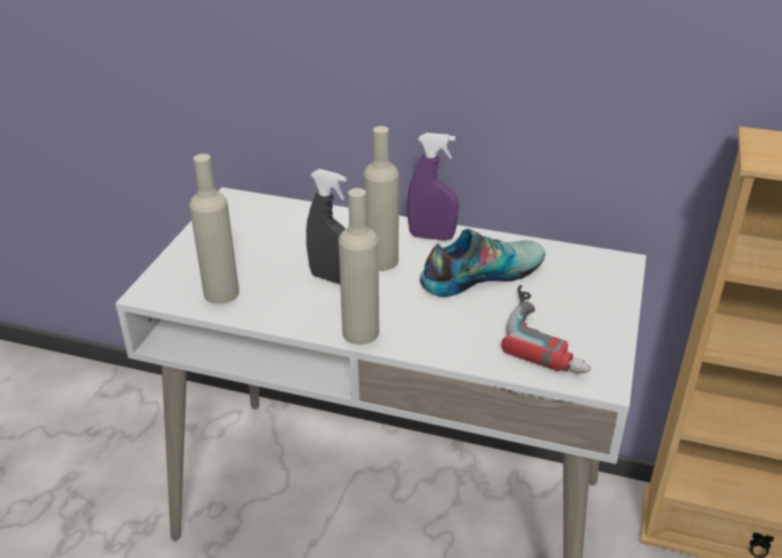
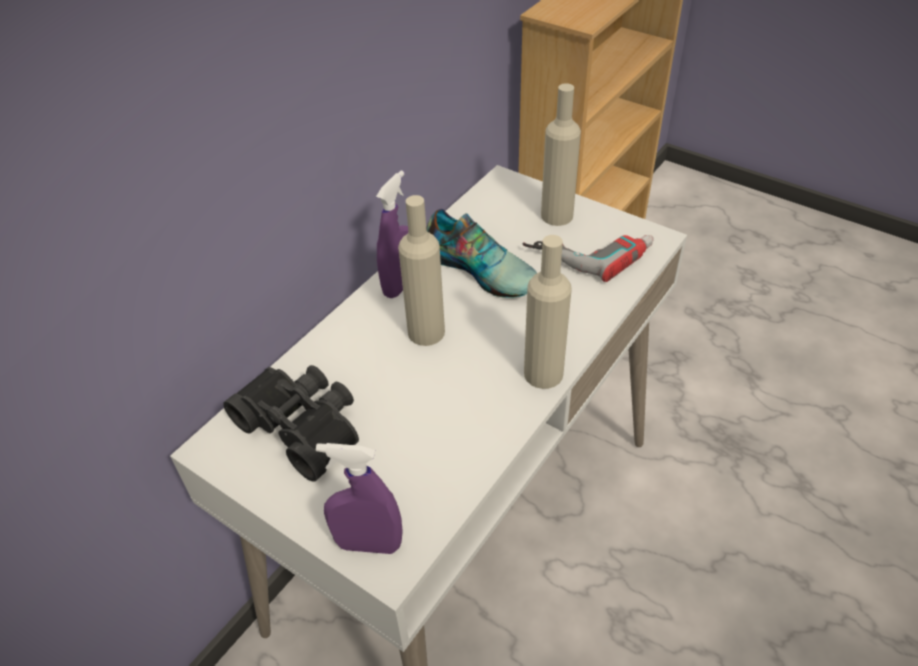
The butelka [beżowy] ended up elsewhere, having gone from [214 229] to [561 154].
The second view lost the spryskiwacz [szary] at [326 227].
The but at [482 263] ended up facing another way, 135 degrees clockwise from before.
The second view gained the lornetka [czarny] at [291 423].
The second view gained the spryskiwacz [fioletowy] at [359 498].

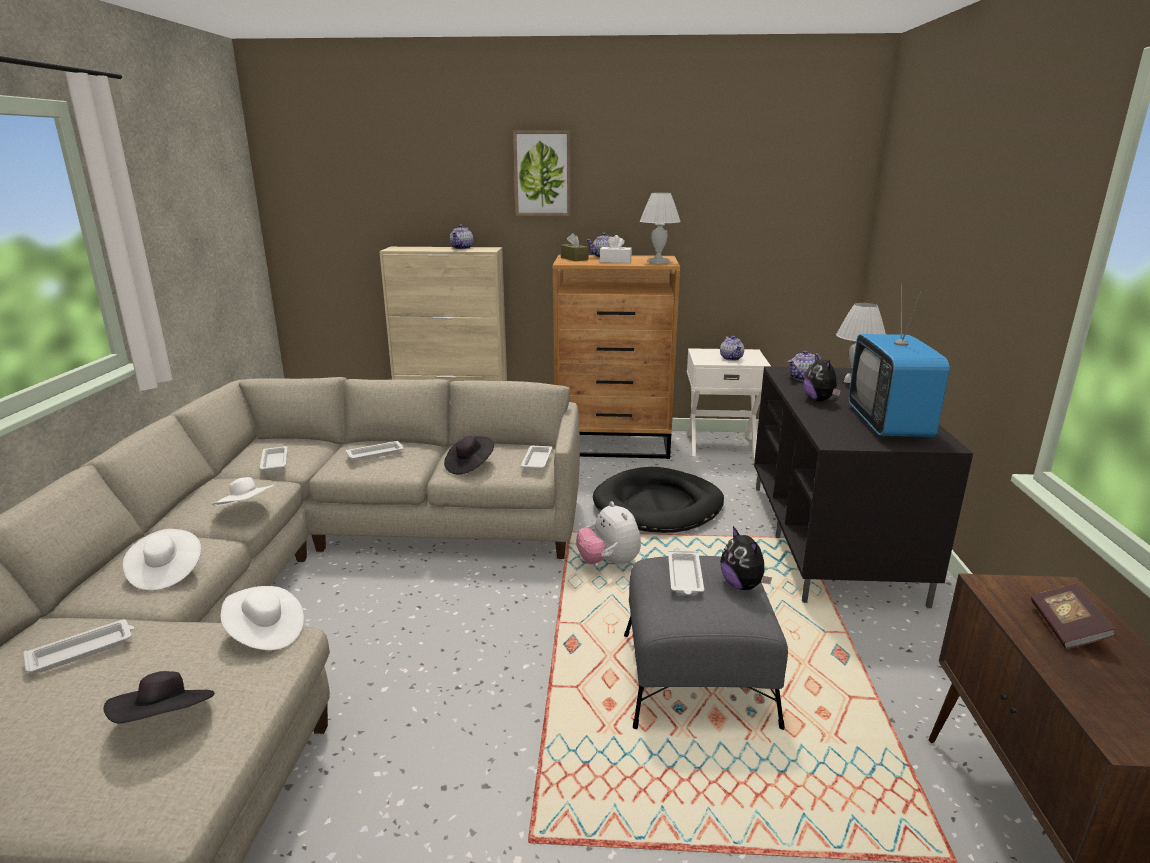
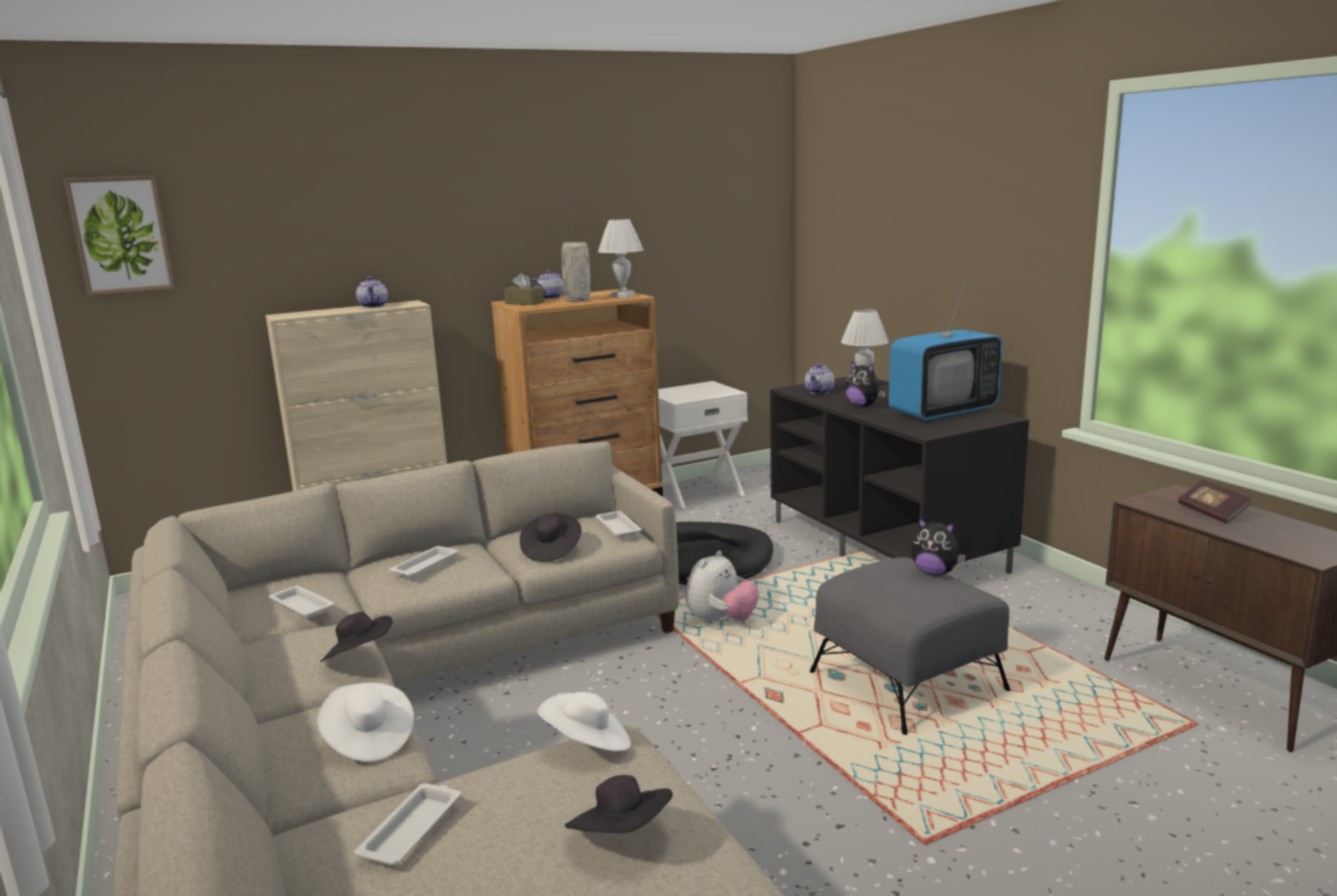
The obraz ended up elsewhere, having gone from [542 173] to [119 235].
Where the pudełko chusteczek [biały] stood at [616 249], the wazon [szary] came to stand at [576 272].
The telewizor at [899 360] ended up facing another way, 90 degrees counterclockwise from before.
The second view lost the imbryk at [732 348].
What was the kapelusz [biały] at [243 491] turned into the kapelusz [czarny] at [356 637].
The pluszak at [608 533] ended up facing another way, 90 degrees counterclockwise from before.
The second view lost the taca [biały] at [686 572].

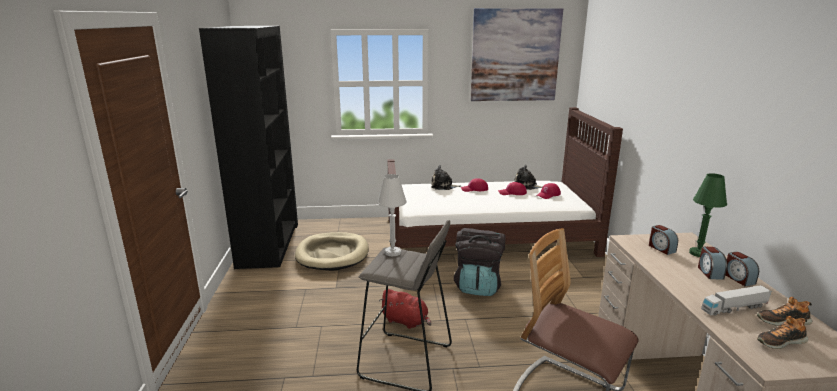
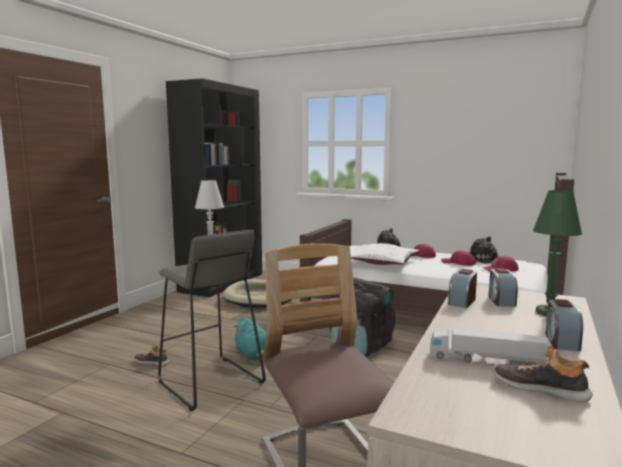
The second view lost the obraz at [516 54].
The budzik ended up elsewhere, having gone from [712 263] to [462 288].
What was the pluszak [czerwony] at [405 309] turned into the pluszak [turkusowy] at [250 339].
The but ended up elsewhere, having gone from [782 332] to [152 355].
The second view gained the poduszka [biały] at [385 254].

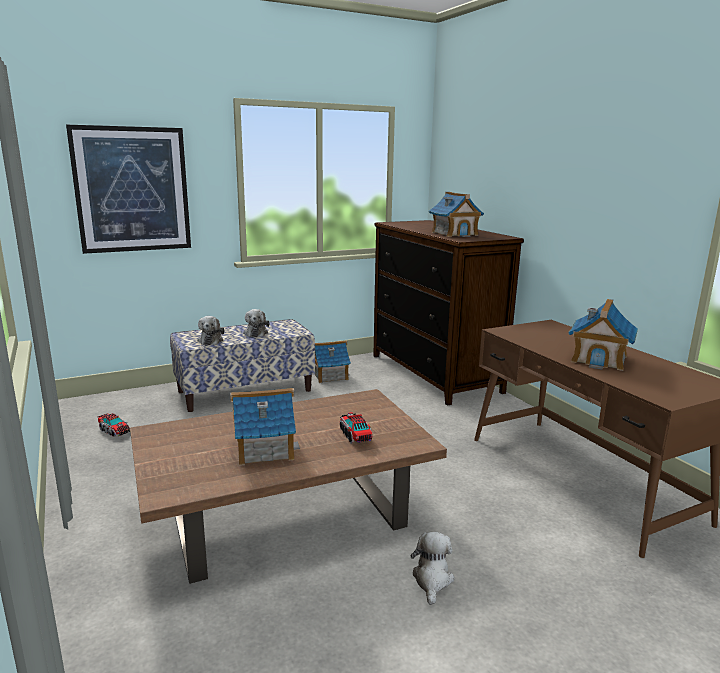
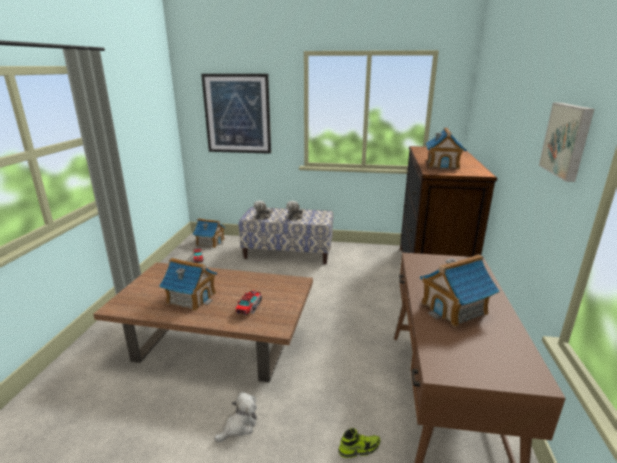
The domek ended up elsewhere, having gone from [333 361] to [209 233].
The second view gained the obraz at [566 142].
The second view gained the but at [359 443].

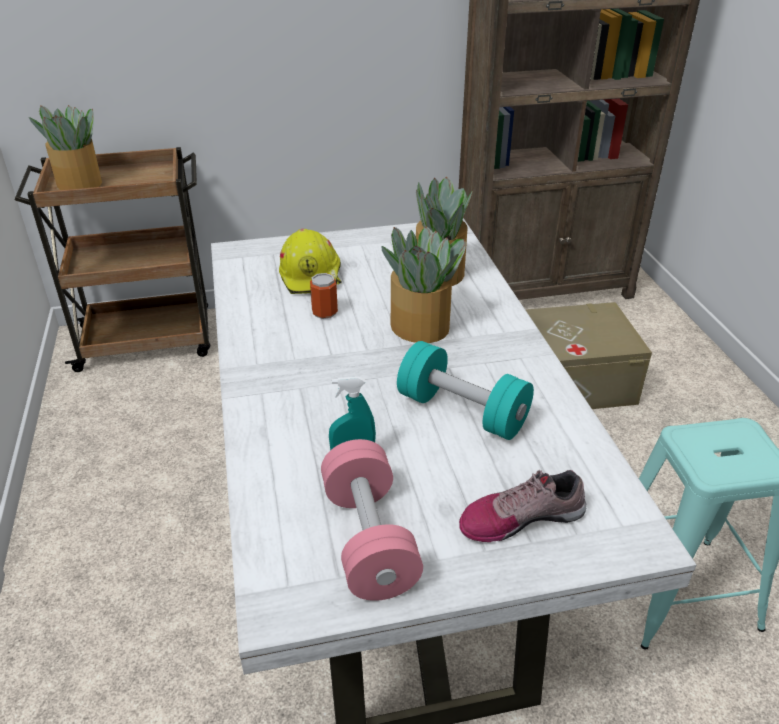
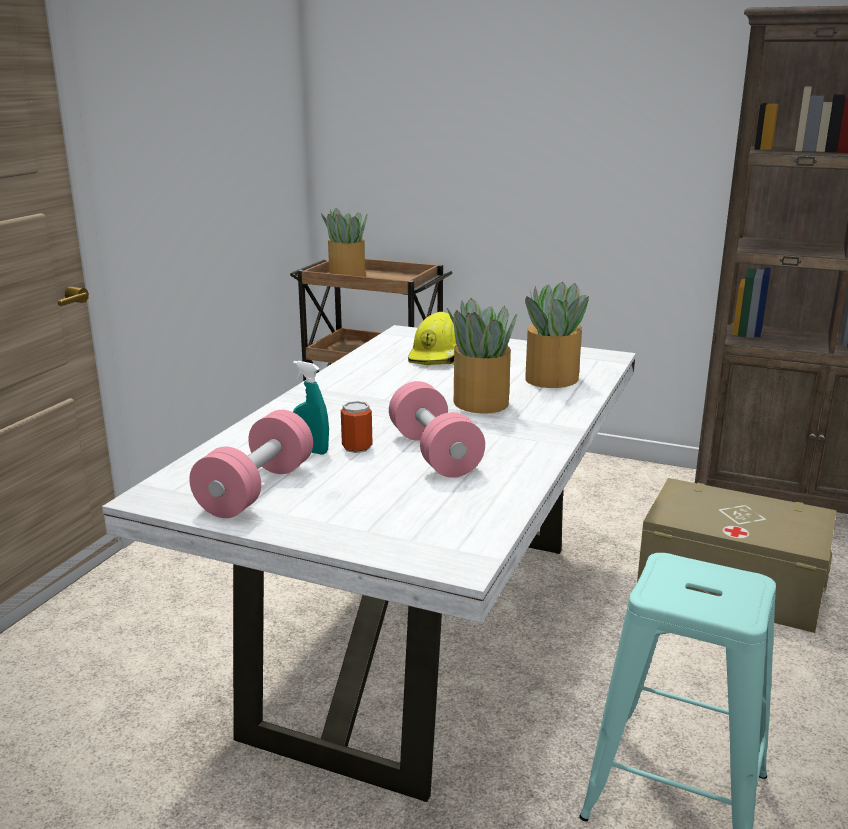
The puszka ended up elsewhere, having gone from [324 296] to [357 427].
What was the hantel [turkusowy] at [465 390] turned into the hantel [różowy] at [437 429].
The second view lost the but at [523 506].

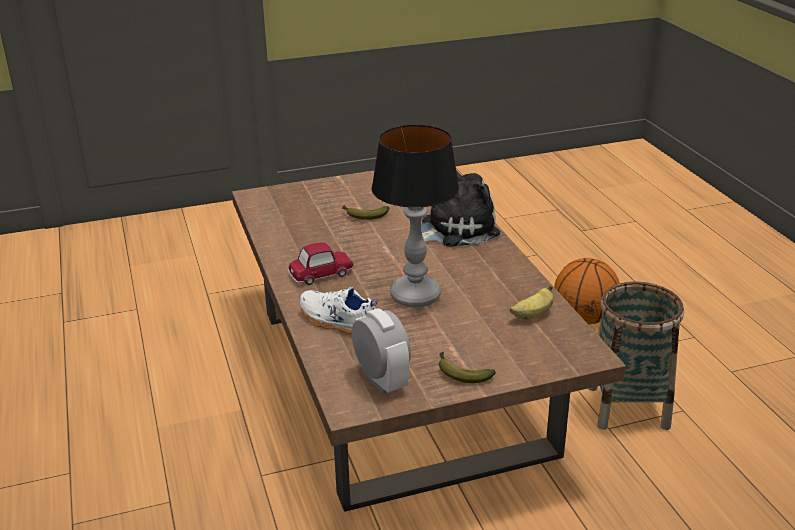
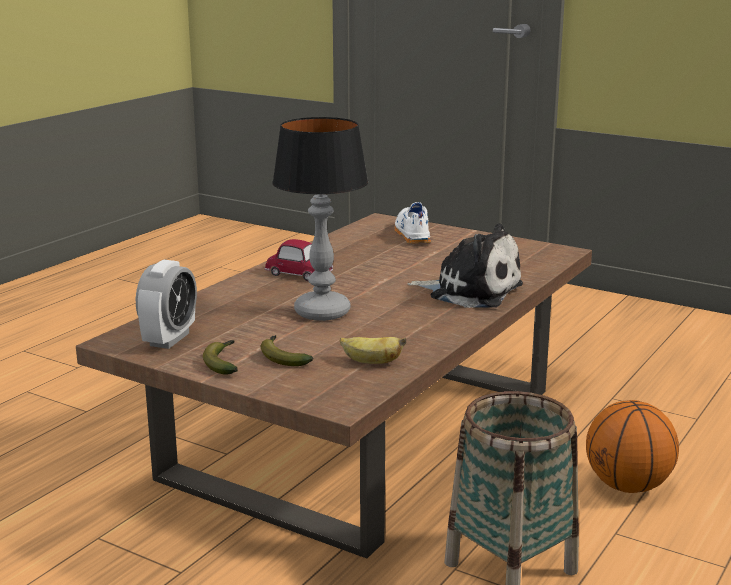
The banan ended up elsewhere, having gone from [365 212] to [287 350].
The but [biały] ended up elsewhere, having gone from [339 310] to [412 223].

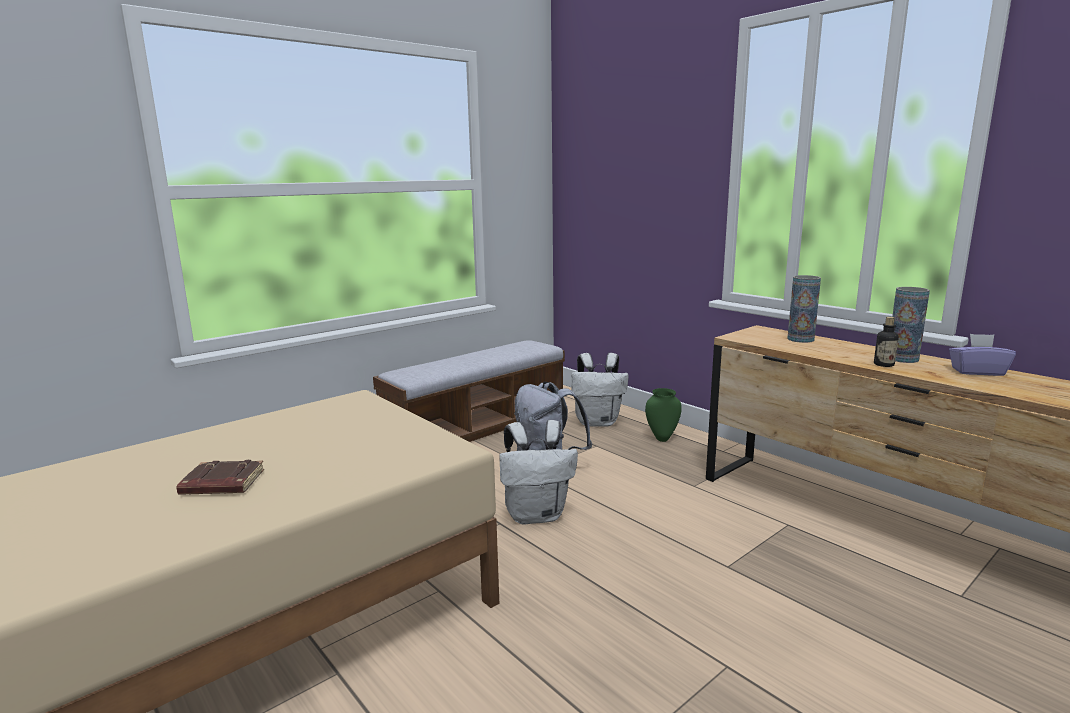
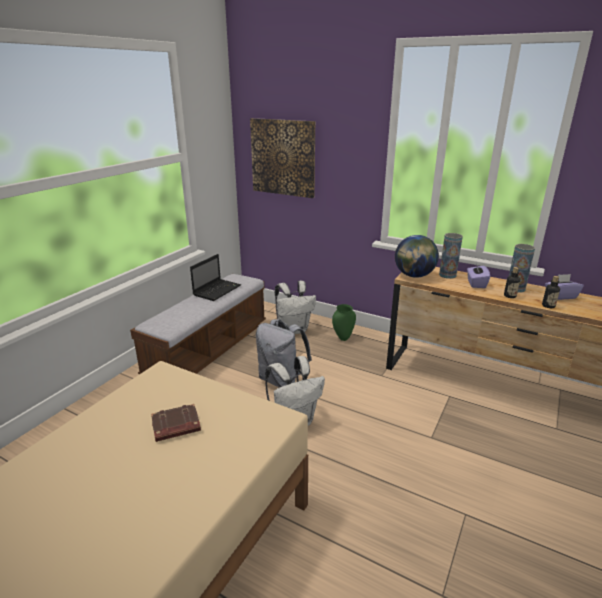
The książka [brązowy] ended up elsewhere, having gone from [220 477] to [176 423].
The second view gained the obraz at [282 158].
The second view gained the globus at [417 256].
The second view gained the laptop at [215 277].
The second view gained the pudełko chusteczek [fioletowy] at [478 275].
The second view gained the butelka at [551 292].

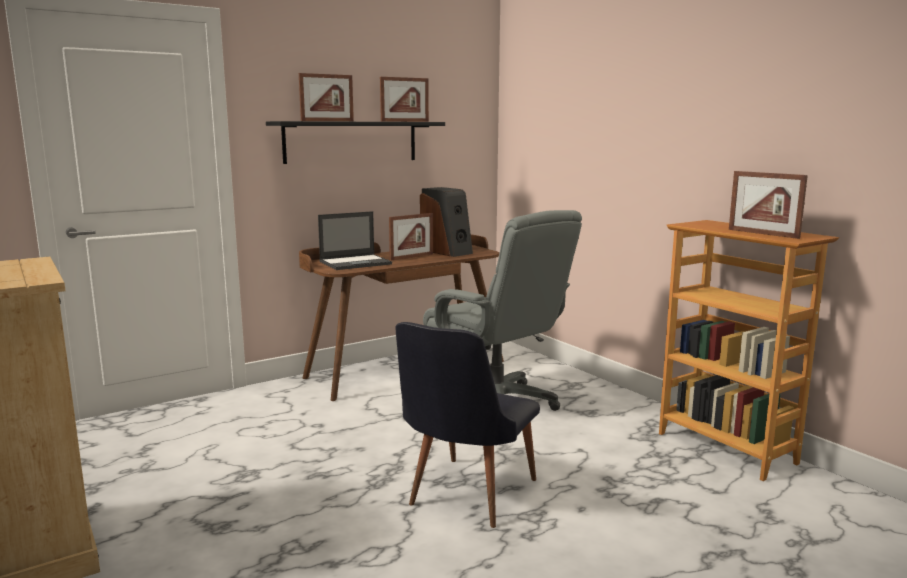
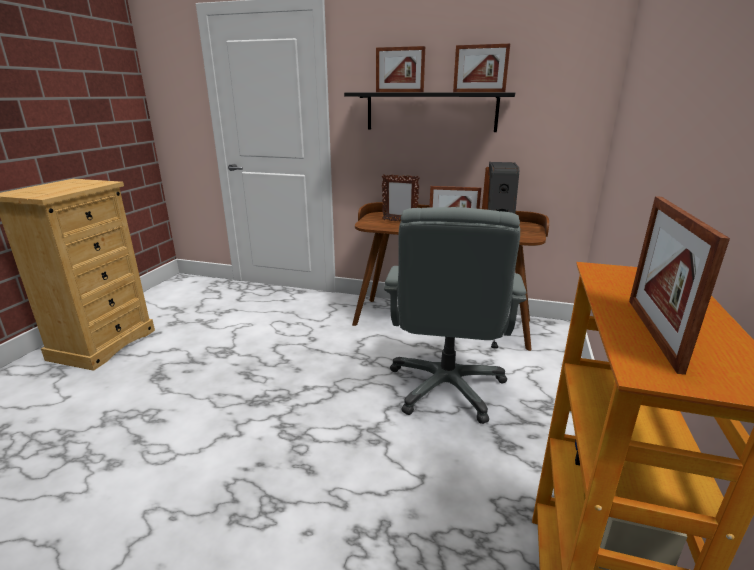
Where the laptop stood at [355 240], the ramka na zdjęcie came to stand at [400 197].
The second view lost the krzesło [czarny] at [467 425].

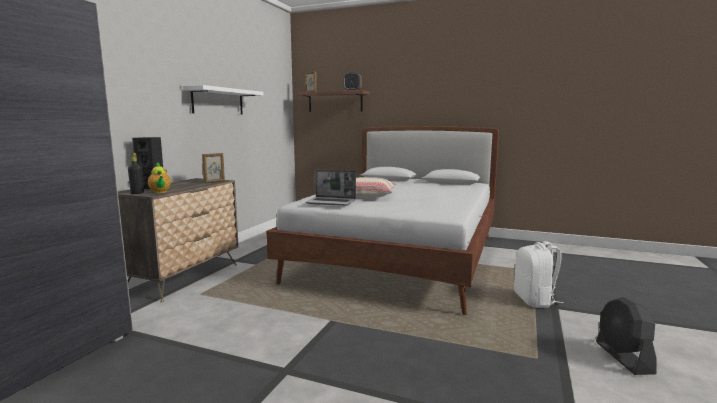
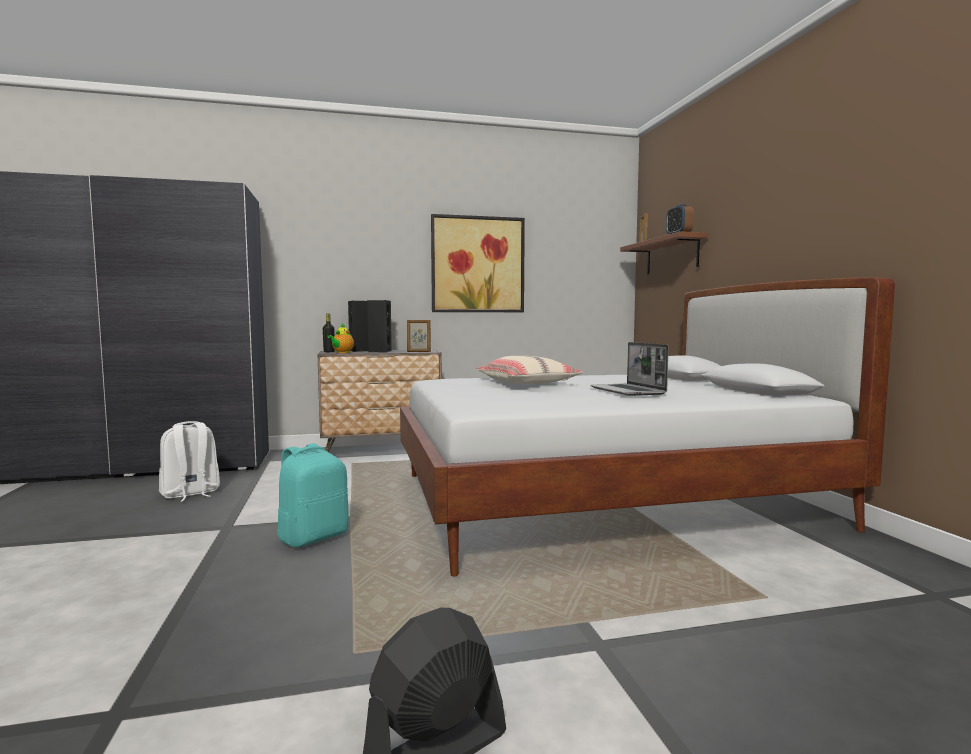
Where the półka [biały] hung at [223 100], the obraz came to hang at [478 263].
The laptop ended up elsewhere, having gone from [330 187] to [629 369].
The plecak [biały] ended up elsewhere, having gone from [539 274] to [189 461].
The second view gained the głośnik [czarny] at [379 326].
The second view gained the plecak [turkusowy] at [313 495].

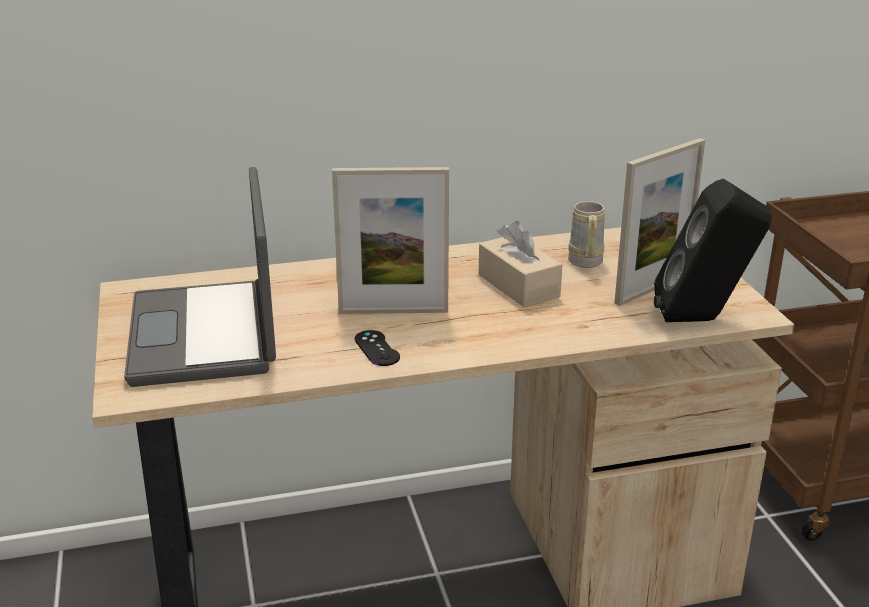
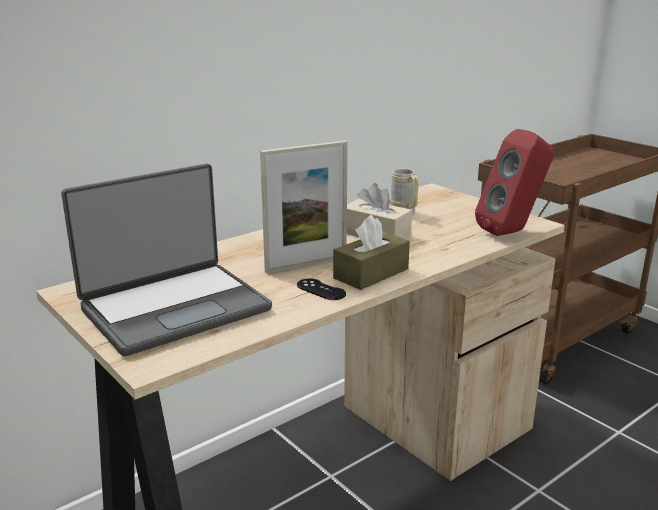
The second view lost the ramka na zdjęcie at [659 222].
The laptop at [200 277] ended up facing another way, 90 degrees counterclockwise from before.
What was the głośnik [czarny] at [713 250] turned into the głośnik [czerwony] at [514 182].
The second view gained the pudełko chusteczek [brązowy] at [371 252].

